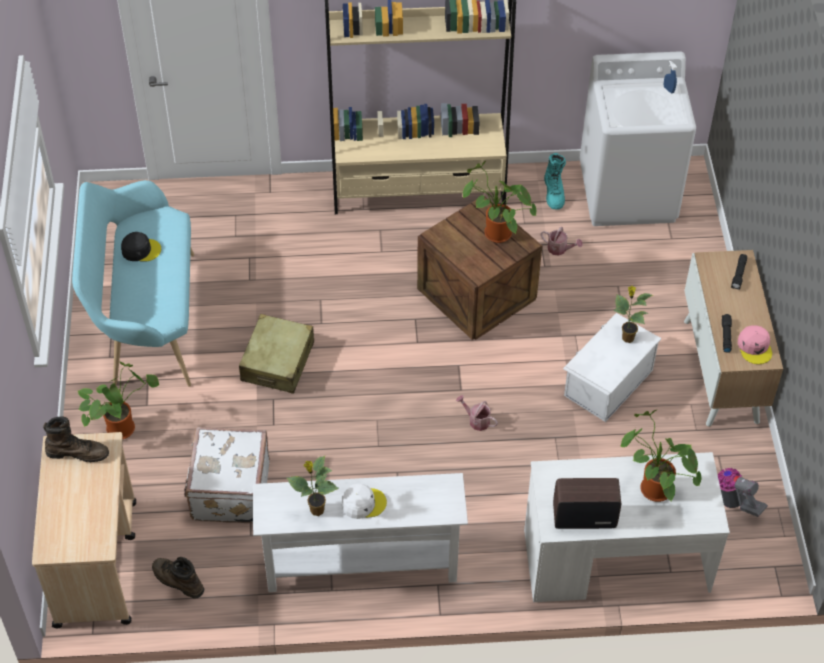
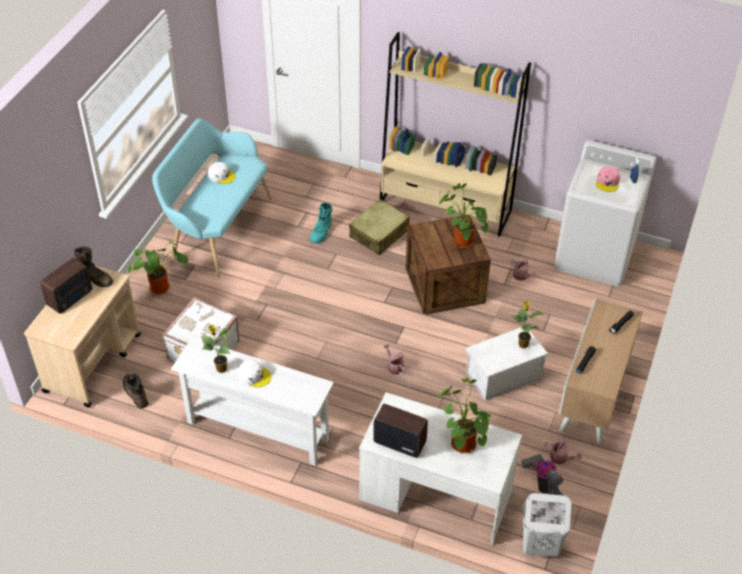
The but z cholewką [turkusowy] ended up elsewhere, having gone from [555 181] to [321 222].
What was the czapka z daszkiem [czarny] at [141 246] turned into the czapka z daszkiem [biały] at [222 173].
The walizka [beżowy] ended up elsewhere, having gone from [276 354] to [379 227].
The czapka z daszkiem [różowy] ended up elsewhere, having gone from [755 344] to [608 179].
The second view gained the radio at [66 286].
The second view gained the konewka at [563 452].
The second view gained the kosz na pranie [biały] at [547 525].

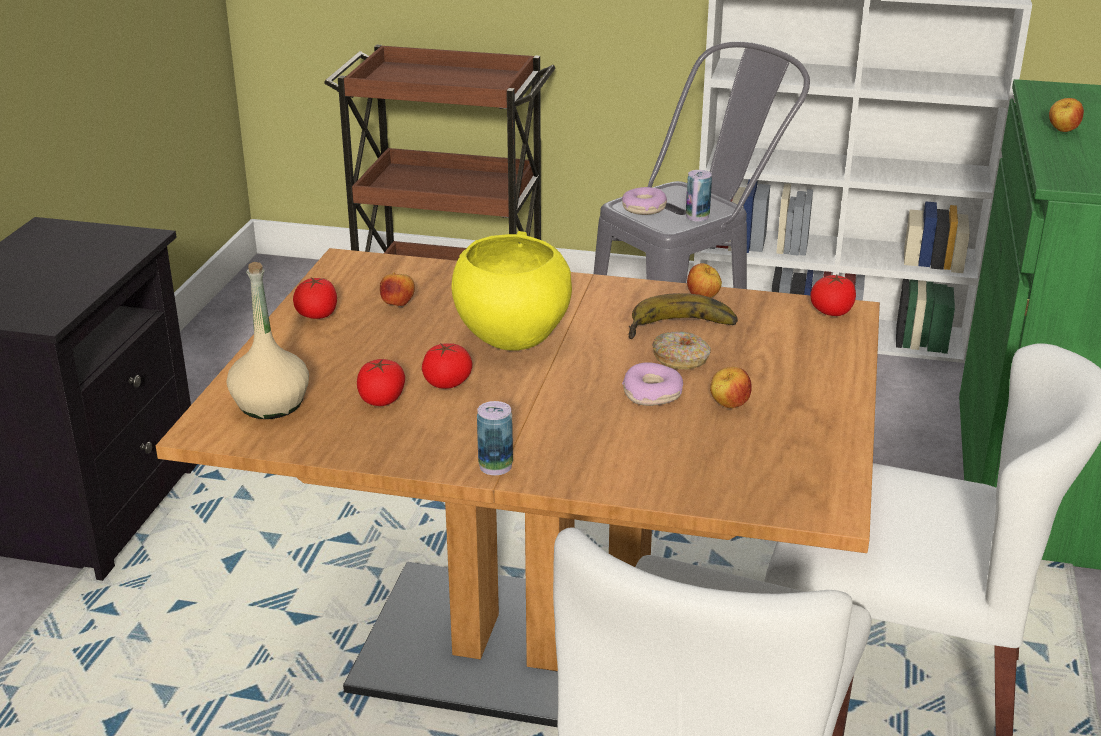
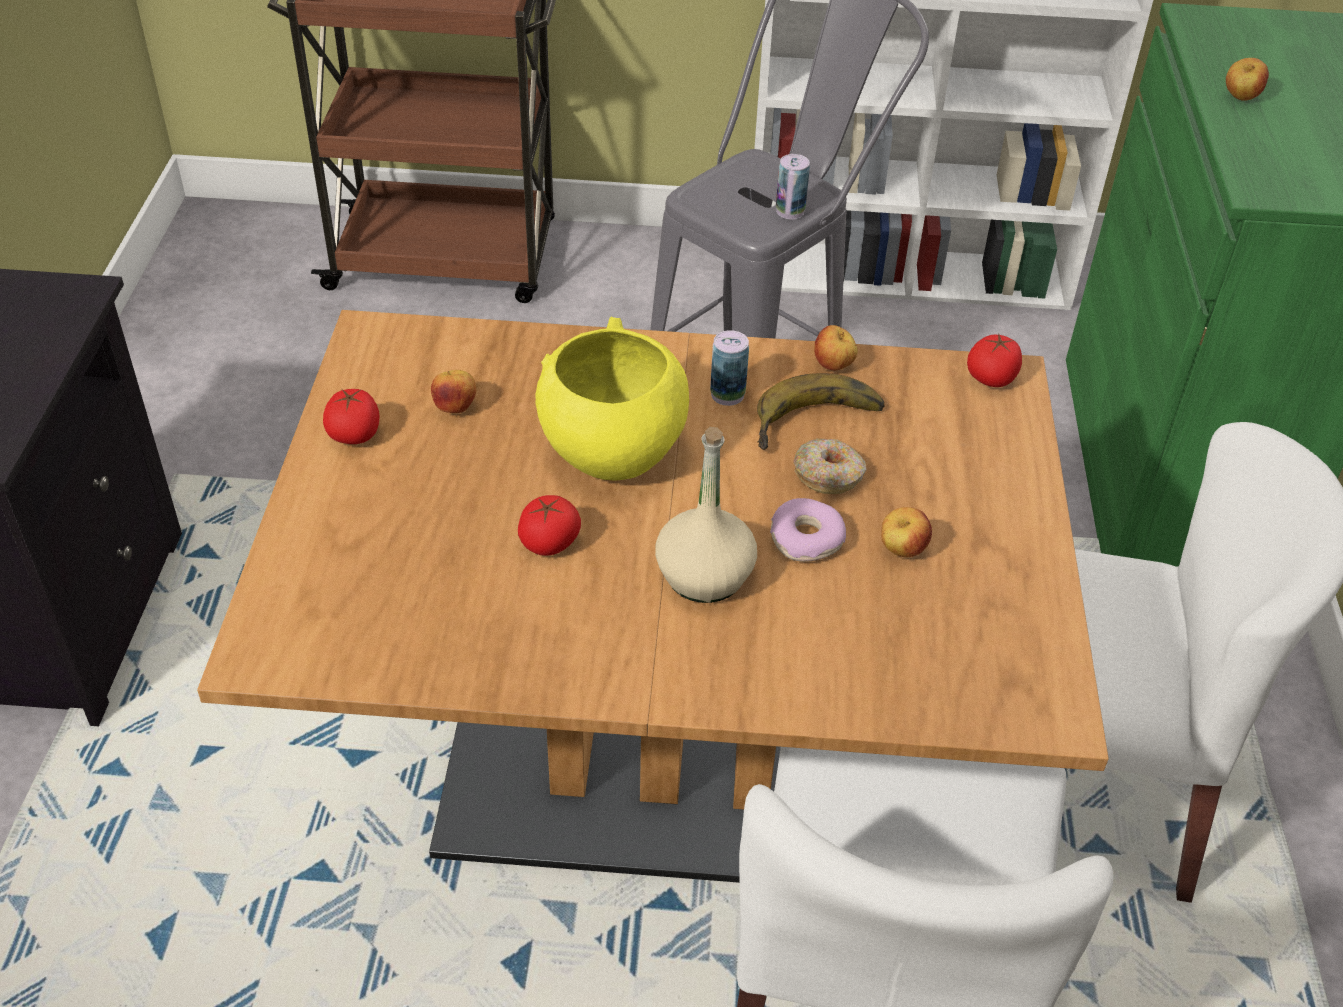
The second view lost the donut at [644 201].
The butelka [beżowy] ended up elsewhere, having gone from [268 340] to [706 515].
The second view lost the pomidor at [381 382].
The puszka ended up elsewhere, having gone from [495 438] to [729 368].

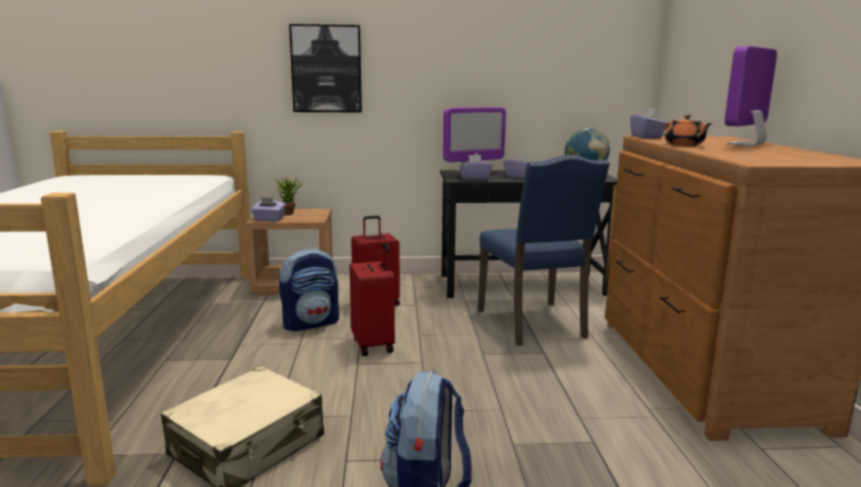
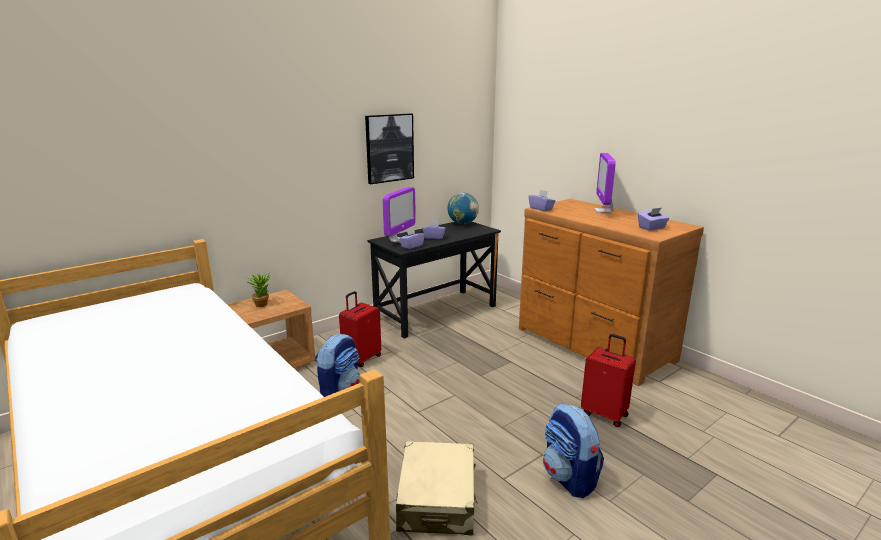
The obraz ended up elsewhere, having gone from [325 68] to [389 148].
The second view lost the imbryk [pomarańczowy] at [688 130].
The second view lost the krzesło [niebieski] at [544 250].
The pudełko chusteczek [fioletowy] ended up elsewhere, having gone from [268 209] to [653 219].
The walizka [czerwony] ended up elsewhere, having gone from [372 299] to [608 380].

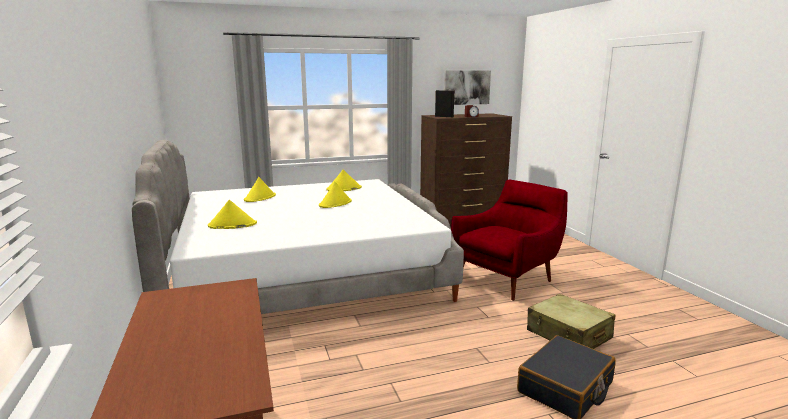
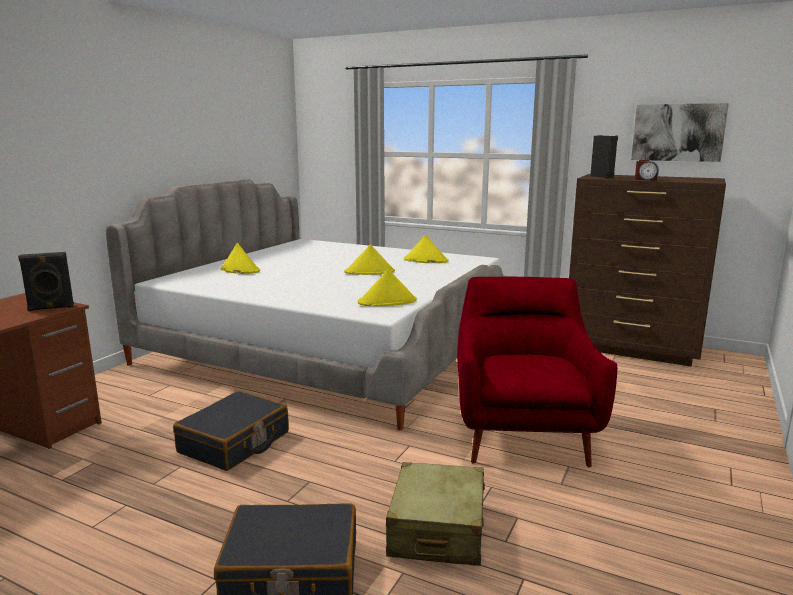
The kapelusz [żółty] ended up elsewhere, having gone from [260 189] to [387 287].
The fotel [czerwony] at [509 240] ended up facing another way, 90 degrees counterclockwise from before.
The second view gained the głośnik [czarny] at [46 281].
The second view gained the walizka [czarny] at [231 431].

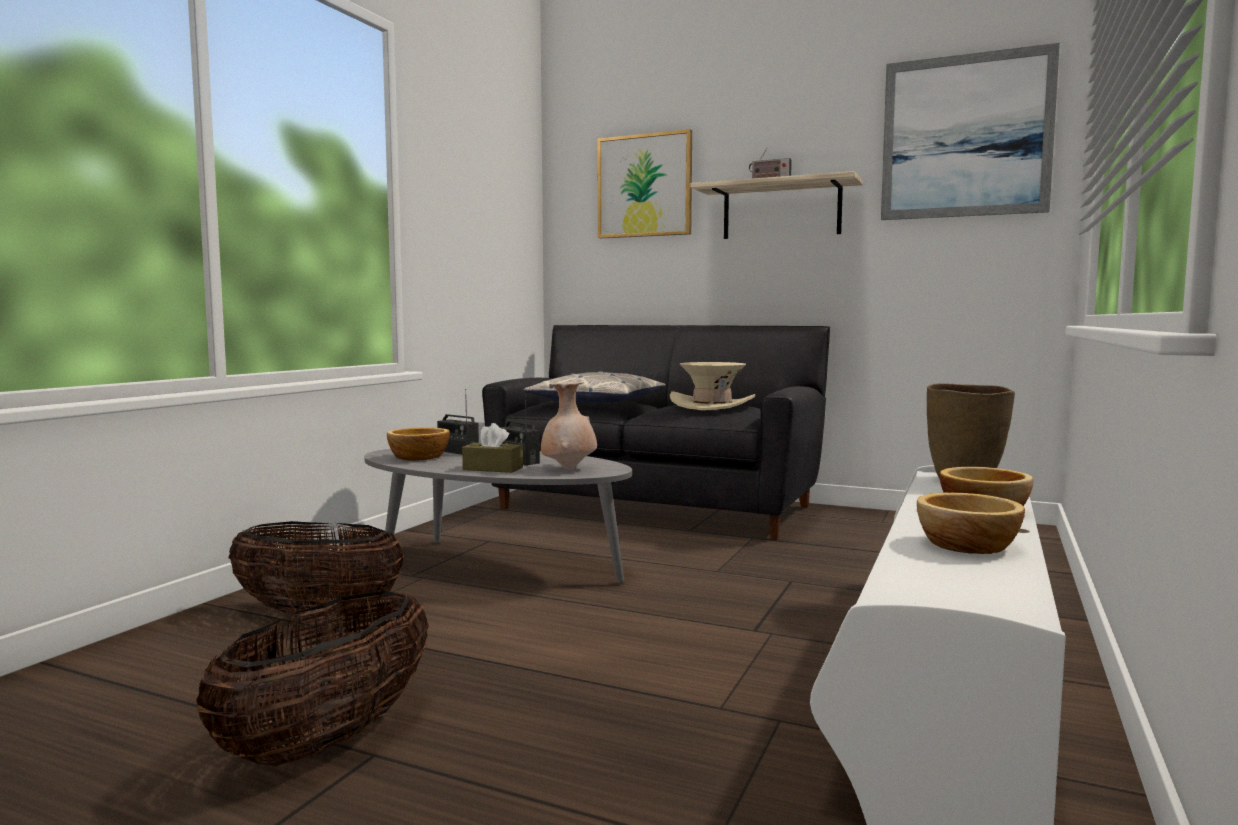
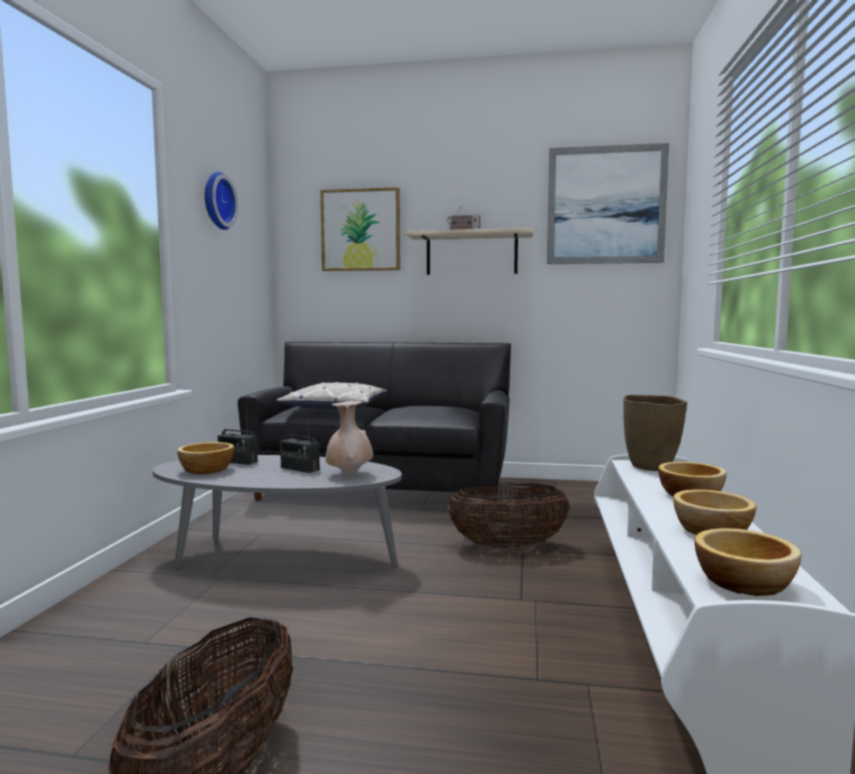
The second view lost the kapelusz [beżowy] at [712 386].
The second view lost the pudełko chusteczek [brązowy] at [492 448].
The koszyk ended up elsewhere, having gone from [316 568] to [509 515].
The second view gained the zegar ścienny at [221 201].
The second view gained the miska at [748 562].

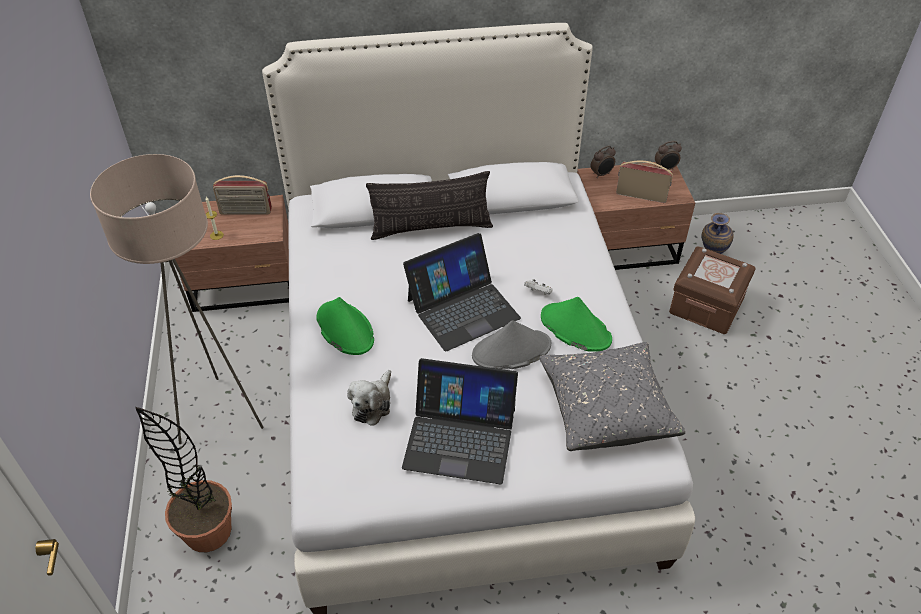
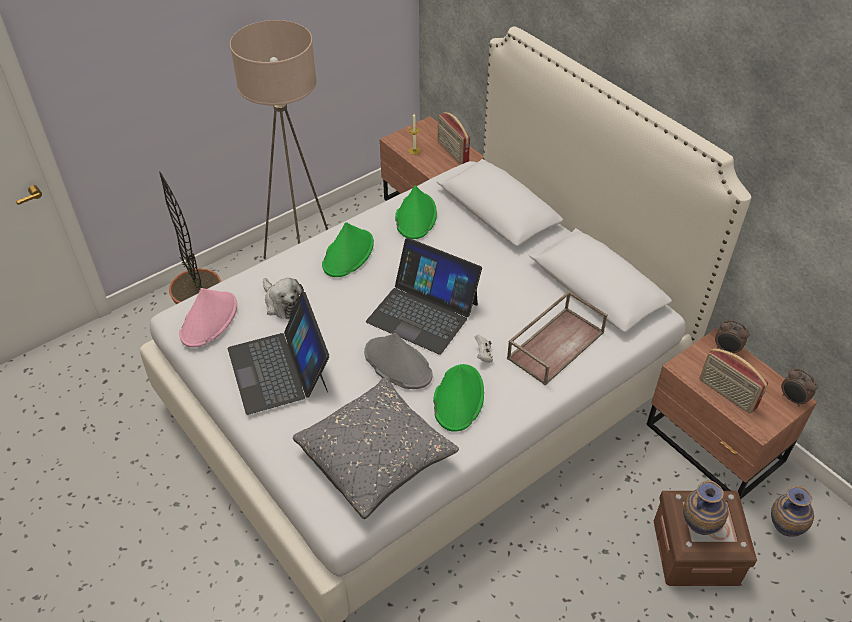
The radio at [644 182] ended up facing another way, 150 degrees clockwise from before.
The second view lost the poduszka at [429 205].
The pluszak at [369 398] ended up facing another way, 120 degrees counterclockwise from before.
The second view gained the kapelusz [zielony] at [416 212].
The second view gained the kapelusz [różowy] at [208 317].
The second view gained the taca [brązowy] at [557 338].
The second view gained the wazon at [706 508].

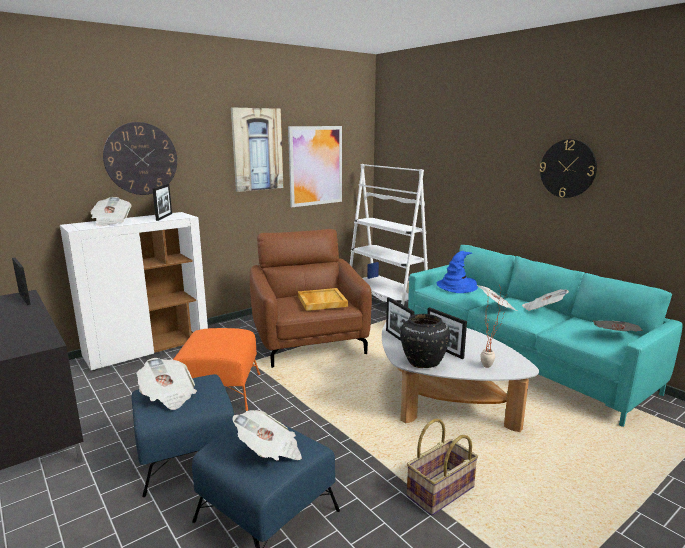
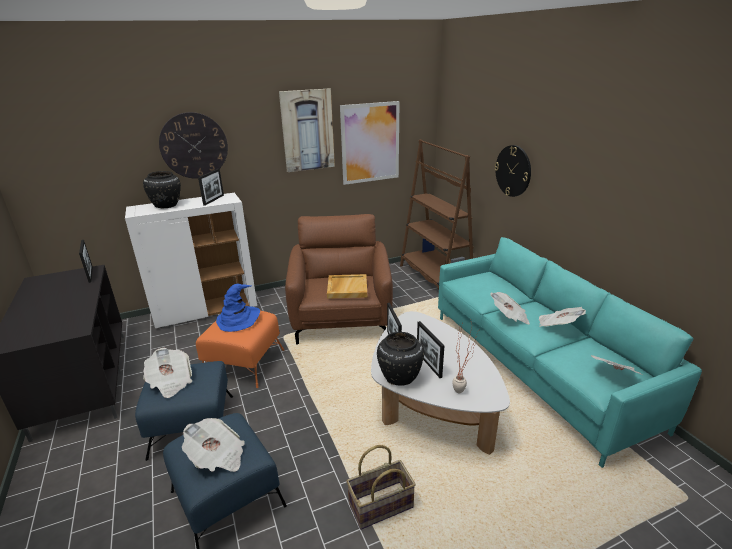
The zegar ścienny ended up elsewhere, having gone from [568 168] to [512 171].
What was the regał [biały] at [389 234] turned into the regał [brązowy] at [436 218].
Where the gazeta stood at [111 211], the wazon [czarny] came to stand at [162 189].
The kapelusz [niebieski] ended up elsewhere, having gone from [457 272] to [238 308].

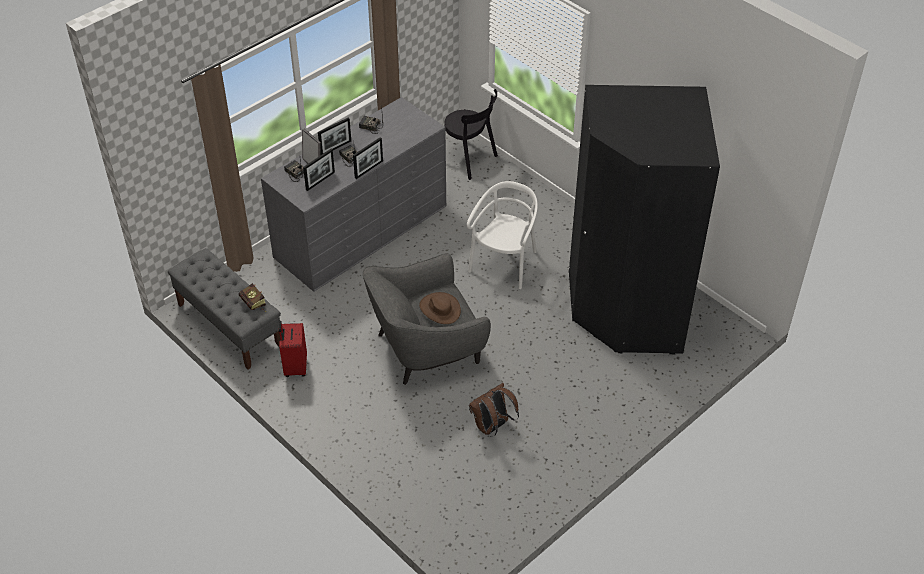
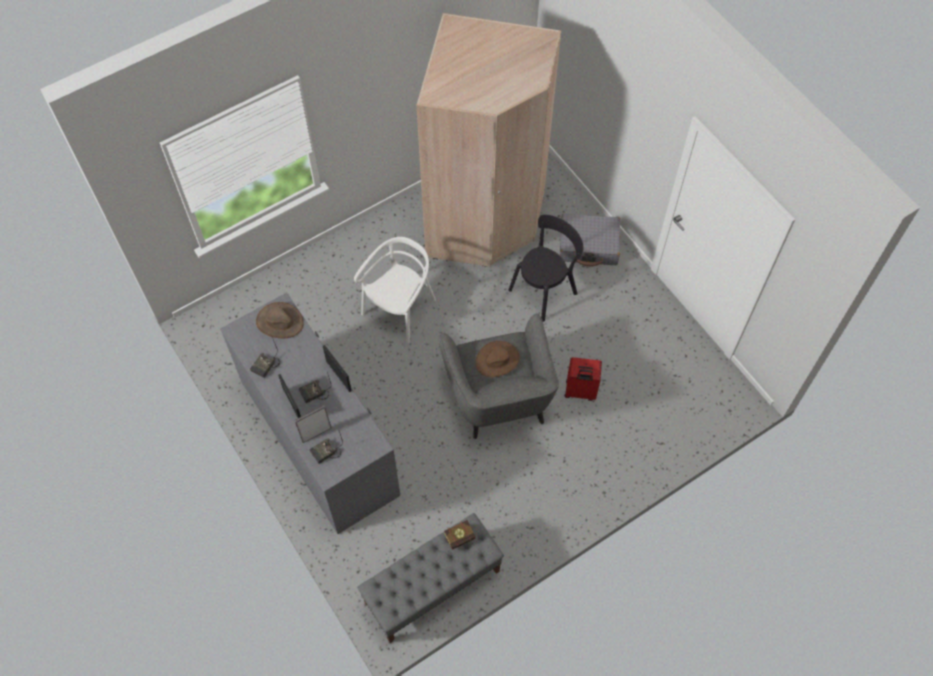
What was the szafa [czarny] at [644 219] turned into the szafa [beżowy] at [489 140].
The krzesło [czarny] ended up elsewhere, having gone from [471 134] to [546 268].
The second view lost the ramka na zdjęcie at [319 170].
The krzesło [biały] at [502 235] ended up facing another way, 90 degrees clockwise from before.
The walizka [czerwony] ended up elsewhere, having gone from [293 349] to [583 379].
The second view lost the plecak [brązowy] at [494 410].
The second view gained the walizka [szary] at [590 240].
The second view gained the kapelusz [brązowy] at [279 320].

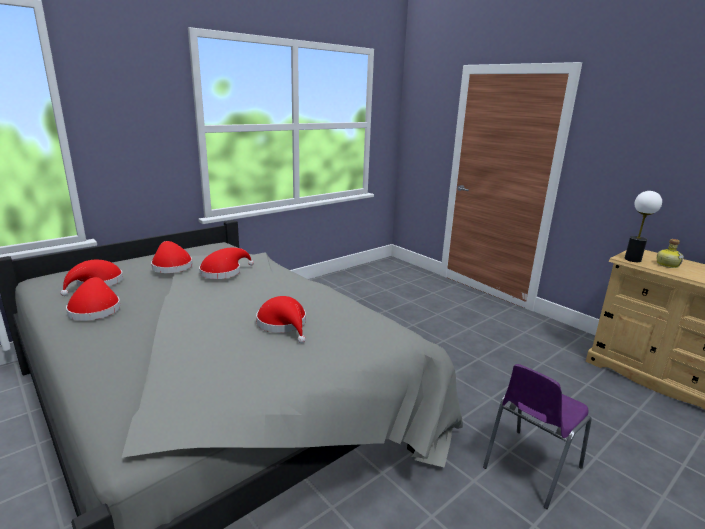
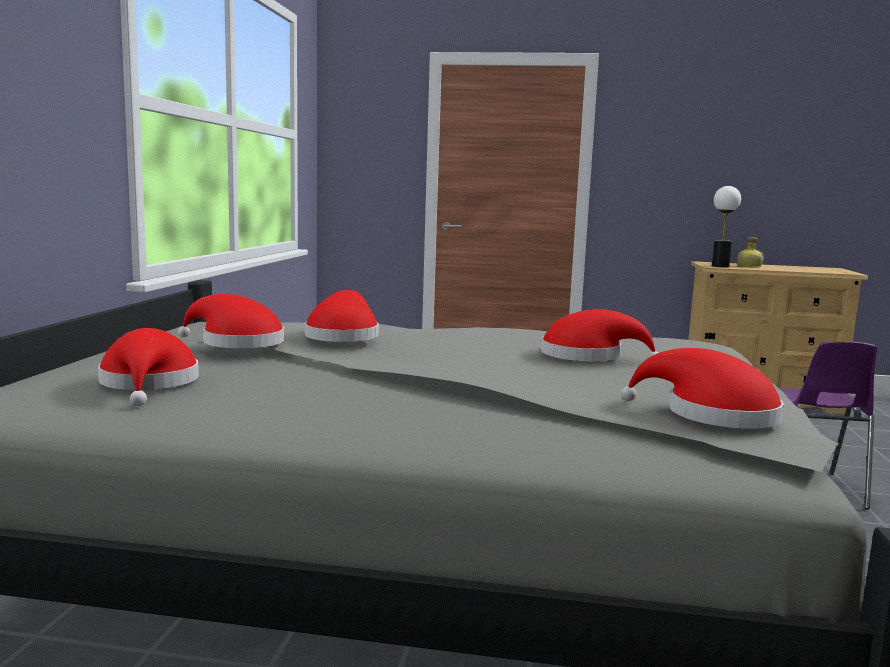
The kapelusz [czerwony] ended up elsewhere, having gone from [93 299] to [702 388].

